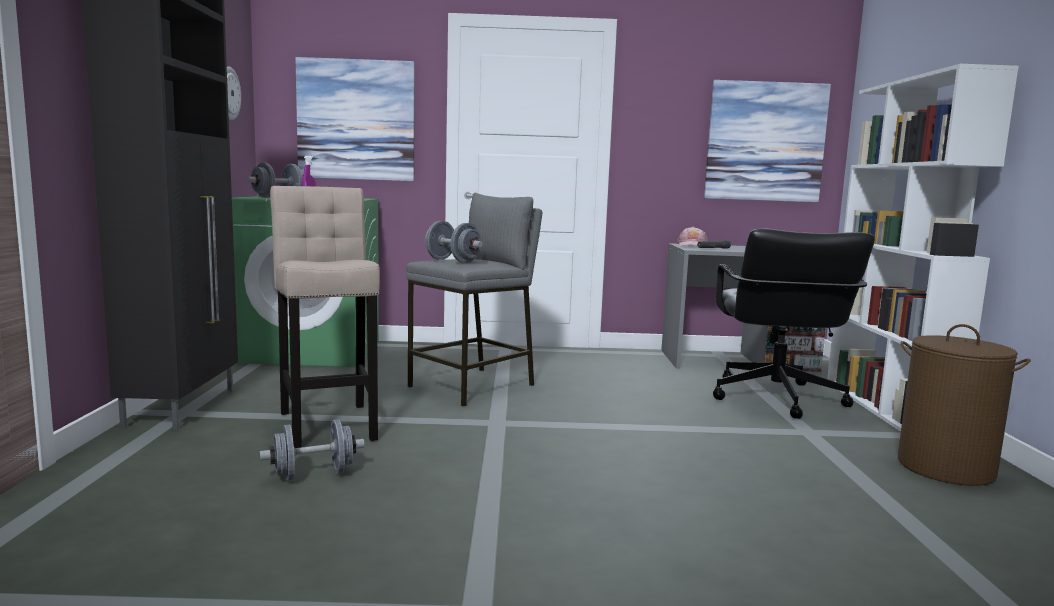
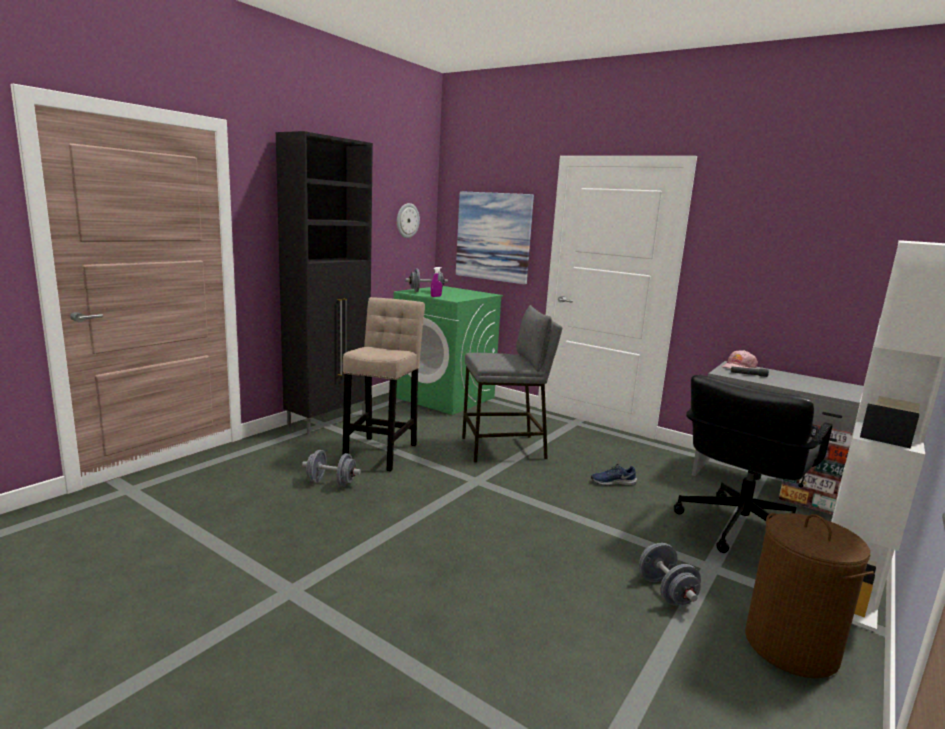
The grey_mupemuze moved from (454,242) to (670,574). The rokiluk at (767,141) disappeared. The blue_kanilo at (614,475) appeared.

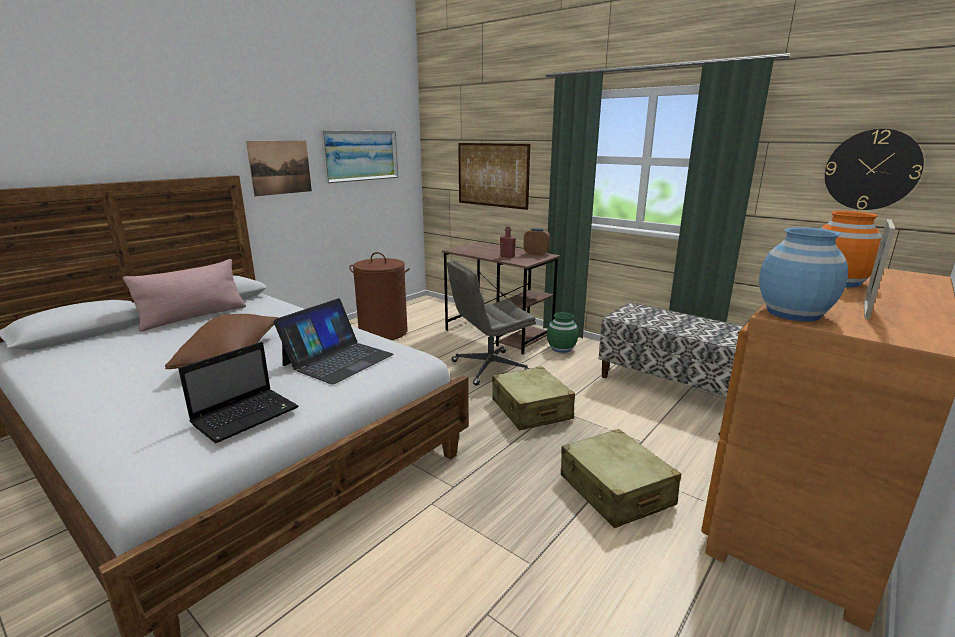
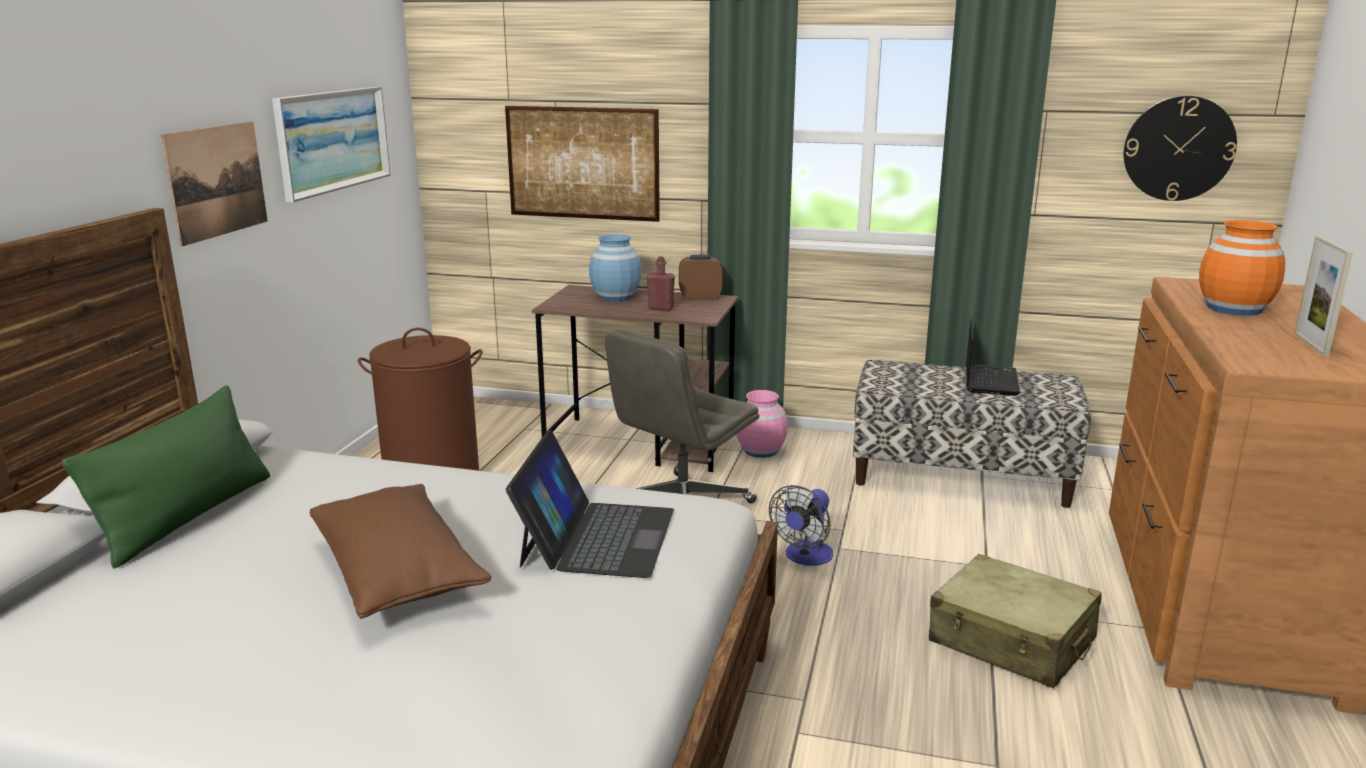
The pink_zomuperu at (184,295) became the green_zomuperu at (166,477). The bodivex moved from (238,392) to (993,357). The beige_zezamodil at (533,398) was replaced by the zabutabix at (801,525). The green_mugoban at (562,332) became the pink_mugoban at (762,424). The blue_mugoban moved from (803,274) to (615,267).

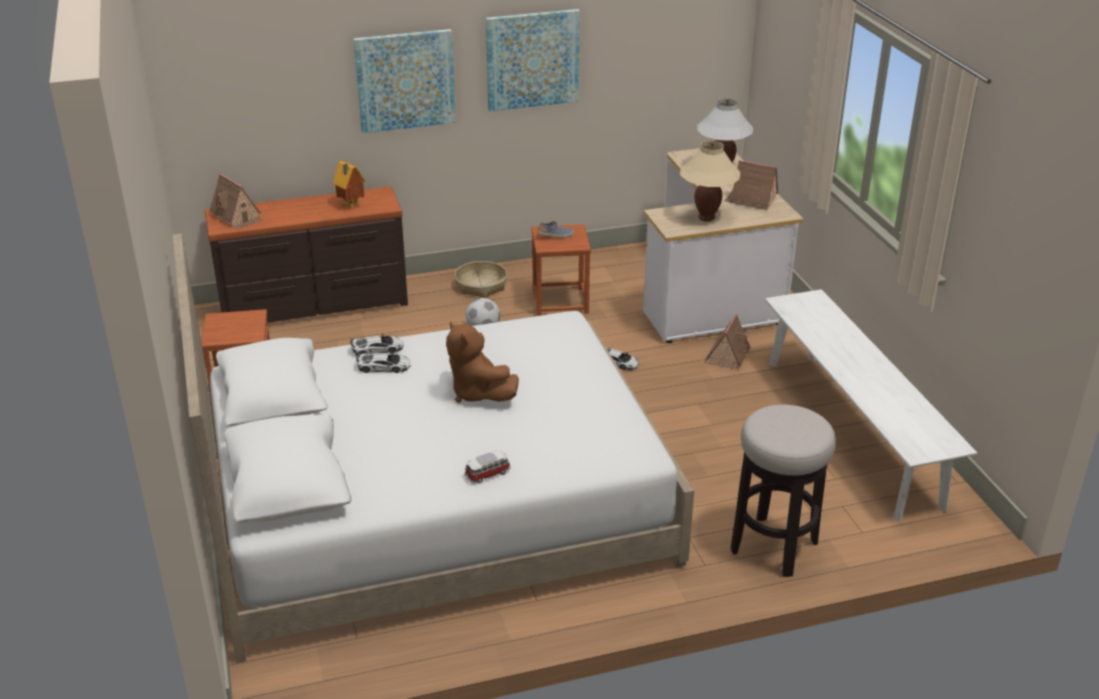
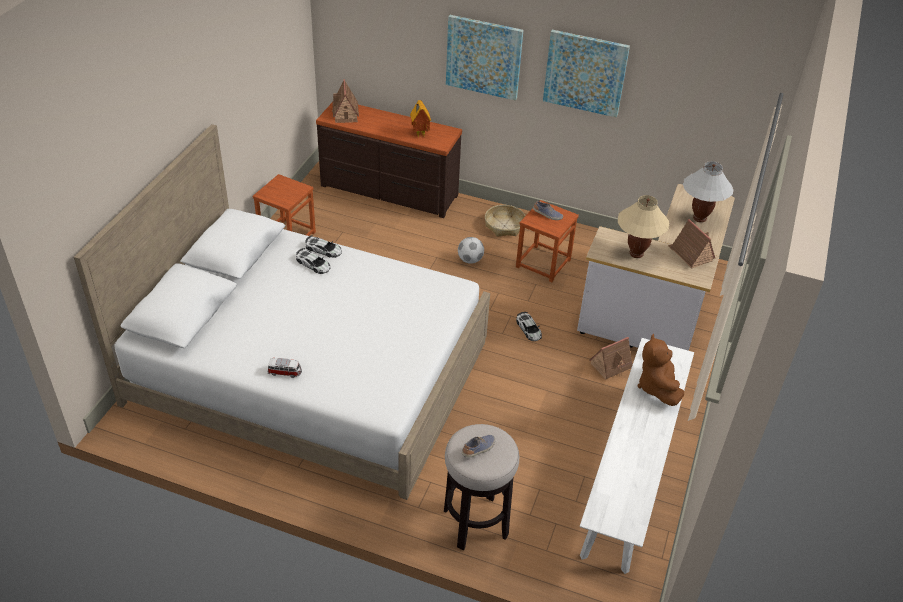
The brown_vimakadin moved from (482,362) to (661,370). The kanilo at (478,446) appeared.

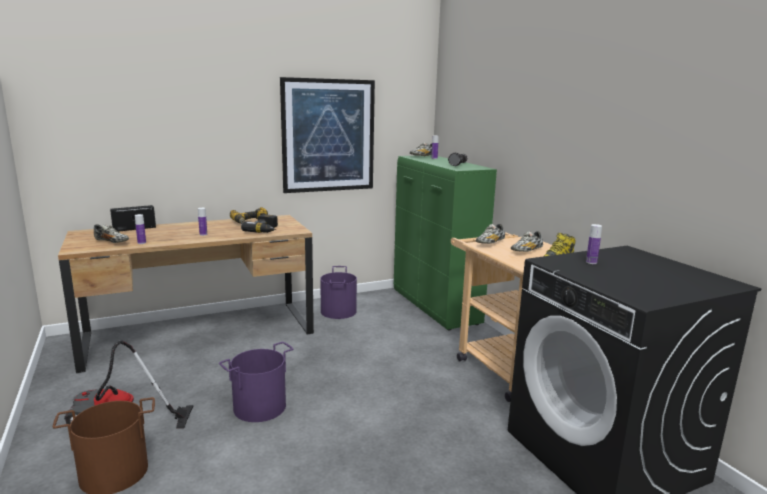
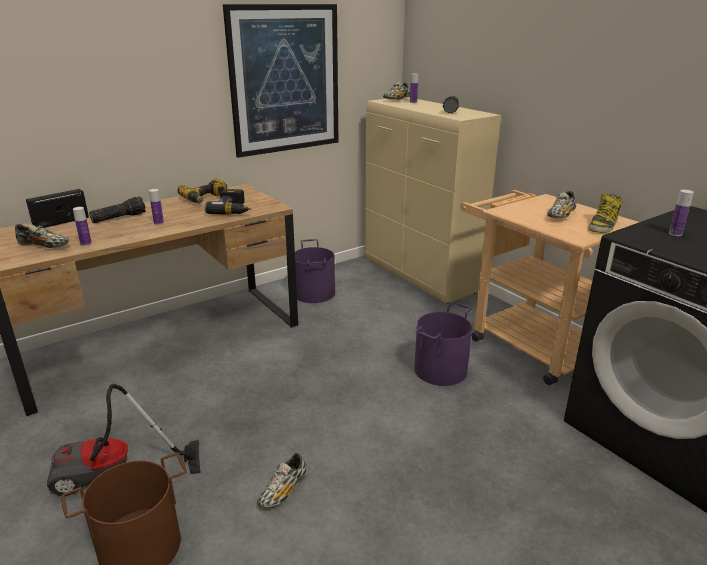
The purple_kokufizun moved from (256,382) to (443,344). The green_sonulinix at (445,242) became the beige_sonulinix at (433,200). The kanilo moved from (490,234) to (282,480). The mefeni at (117,210) appeared.

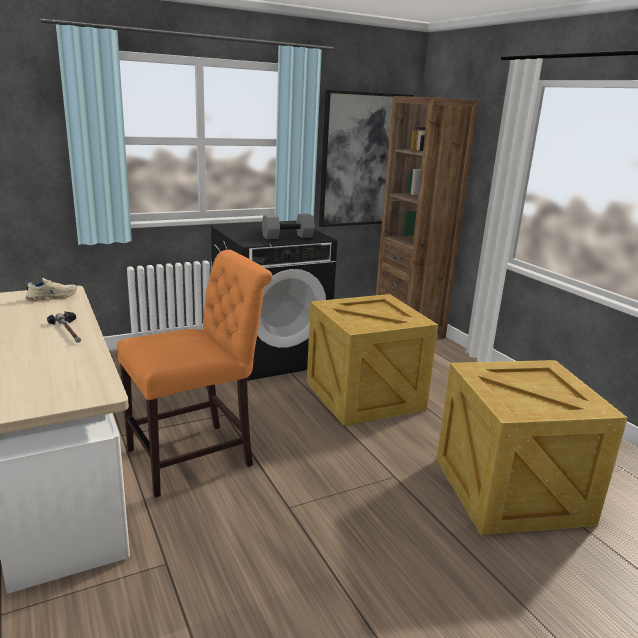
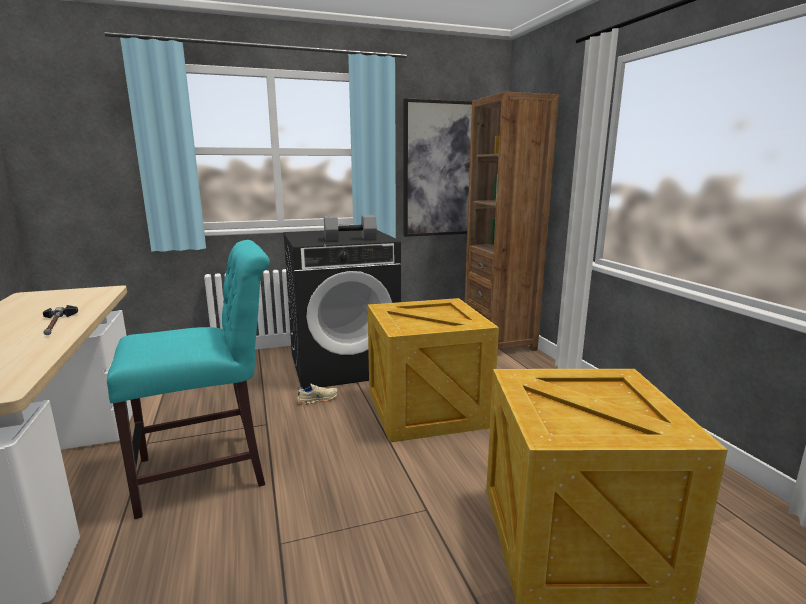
The beige_kanilo moved from (51,289) to (317,394). The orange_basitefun at (194,374) became the turquoise_basitefun at (188,379).

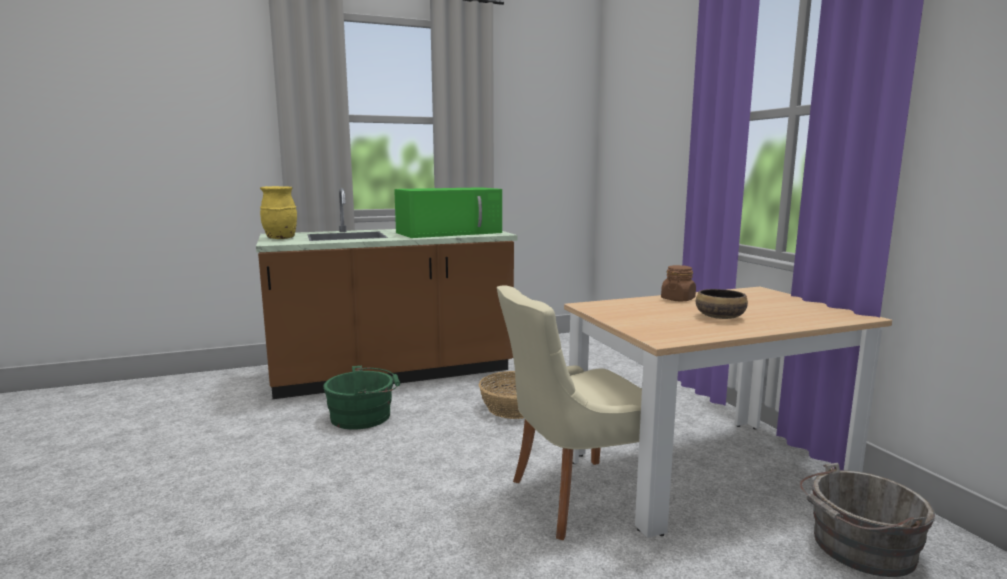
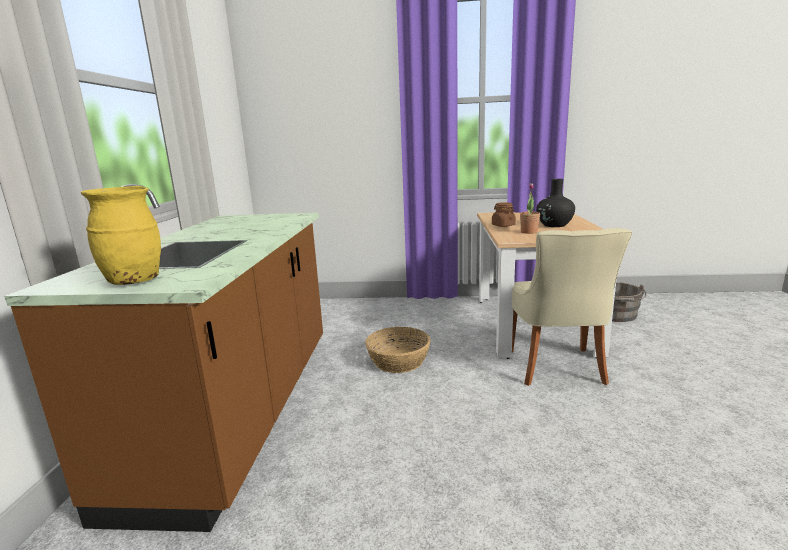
The green_kokufizun at (361,398) disappeared. The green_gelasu at (448,212) disappeared. The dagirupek at (722,304) was replaced by the black_mugoban at (555,203). The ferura at (530,208) appeared.

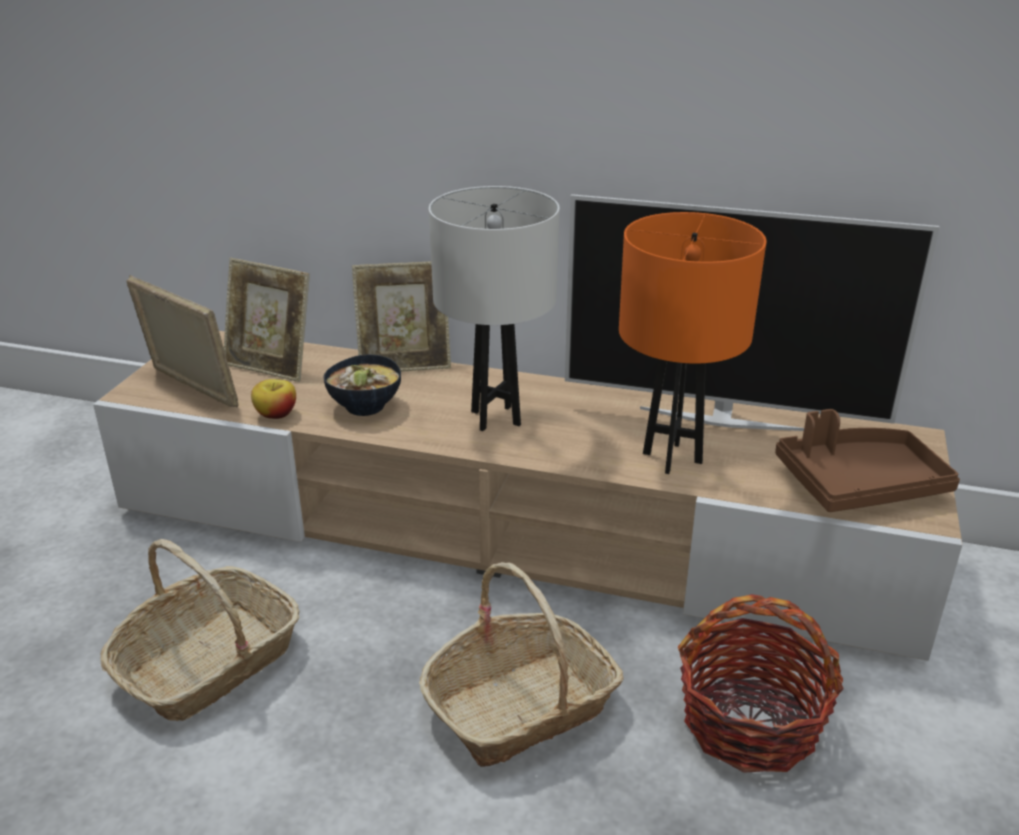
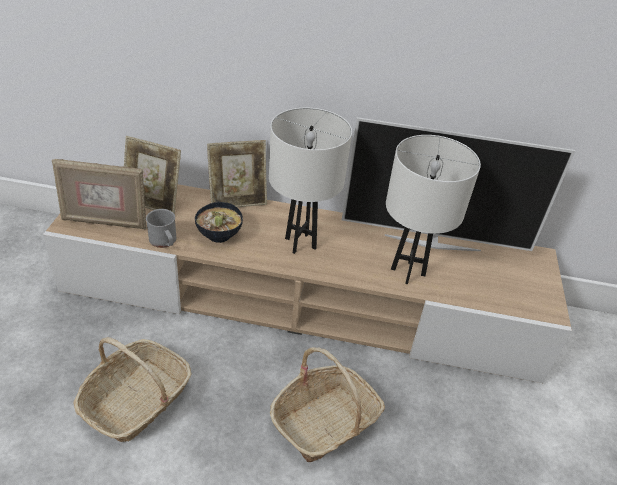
The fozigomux at (182,341) turned 150 degrees clockwise. The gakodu at (273,399) was replaced by the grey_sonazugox at (161,228). The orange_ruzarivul at (692,343) became the white_ruzarivul at (433,209). The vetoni at (761,683) disappeared. The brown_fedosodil at (867,460) disappeared.

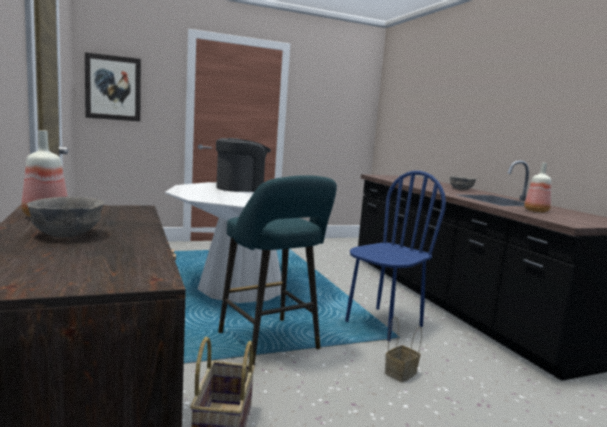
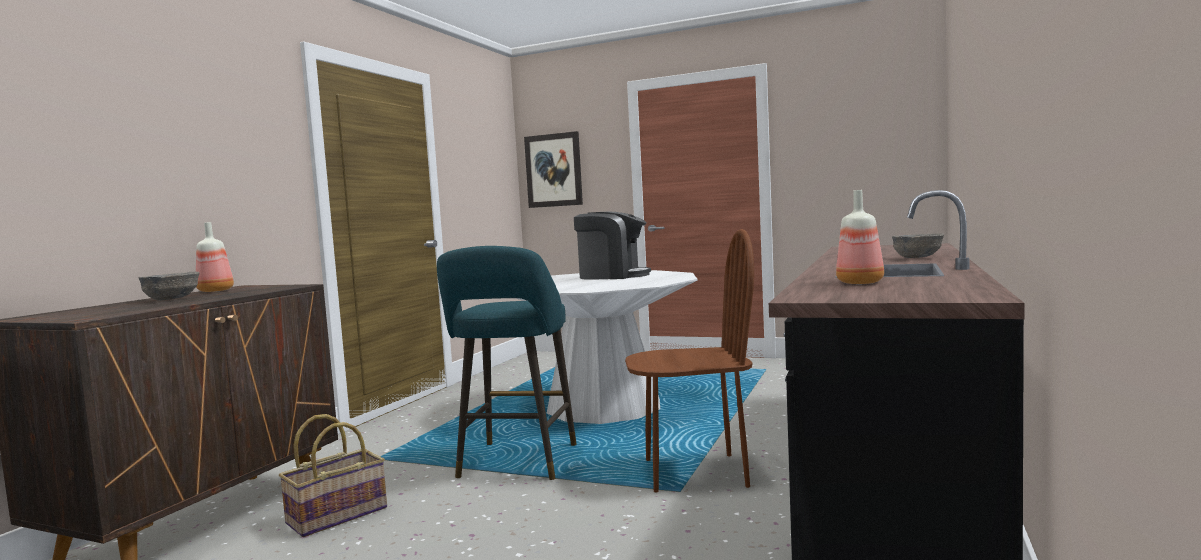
The blue_basitefun at (395,256) became the brown_basitefun at (689,361). The vetoni at (403,349) disappeared.

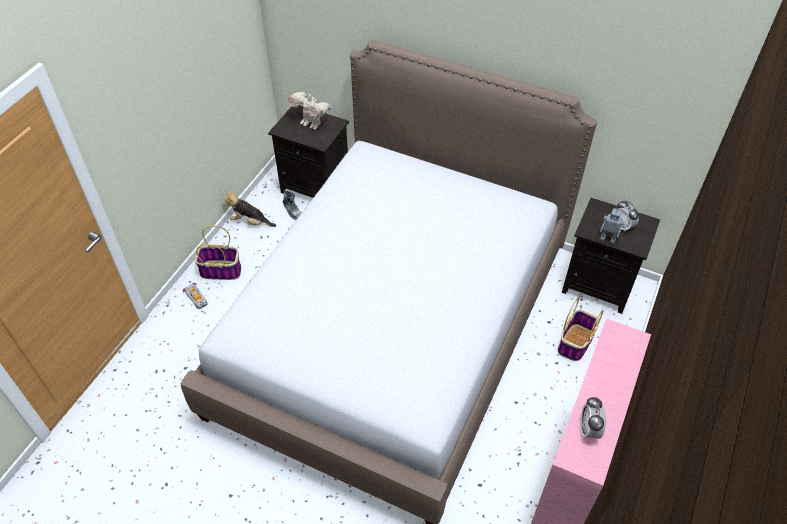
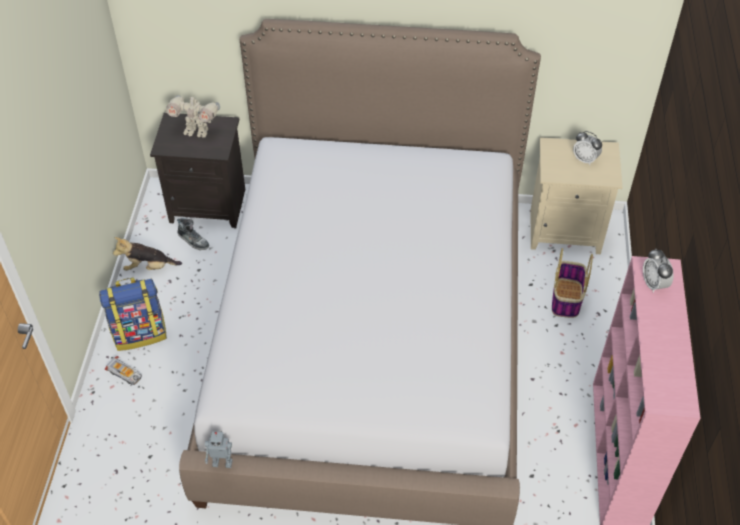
The vetoni at (218,252) was replaced by the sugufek at (133,314). The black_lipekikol at (611,256) became the beige_lipekikol at (576,195). The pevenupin moved from (593,418) to (658,271). The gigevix moved from (612,226) to (219,449).

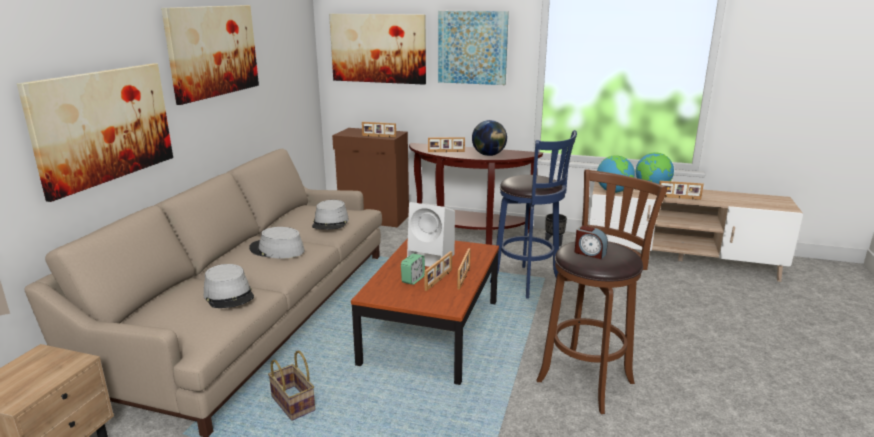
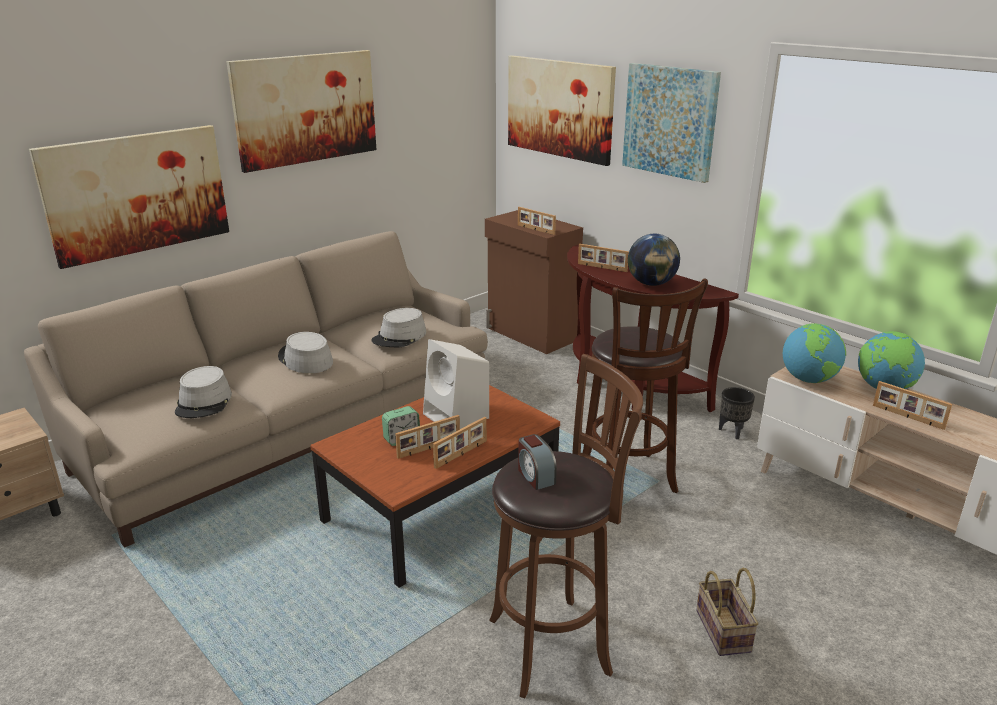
The vetoni moved from (291,385) to (727,612). The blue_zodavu at (533,214) became the brown_zodavu at (645,386).

